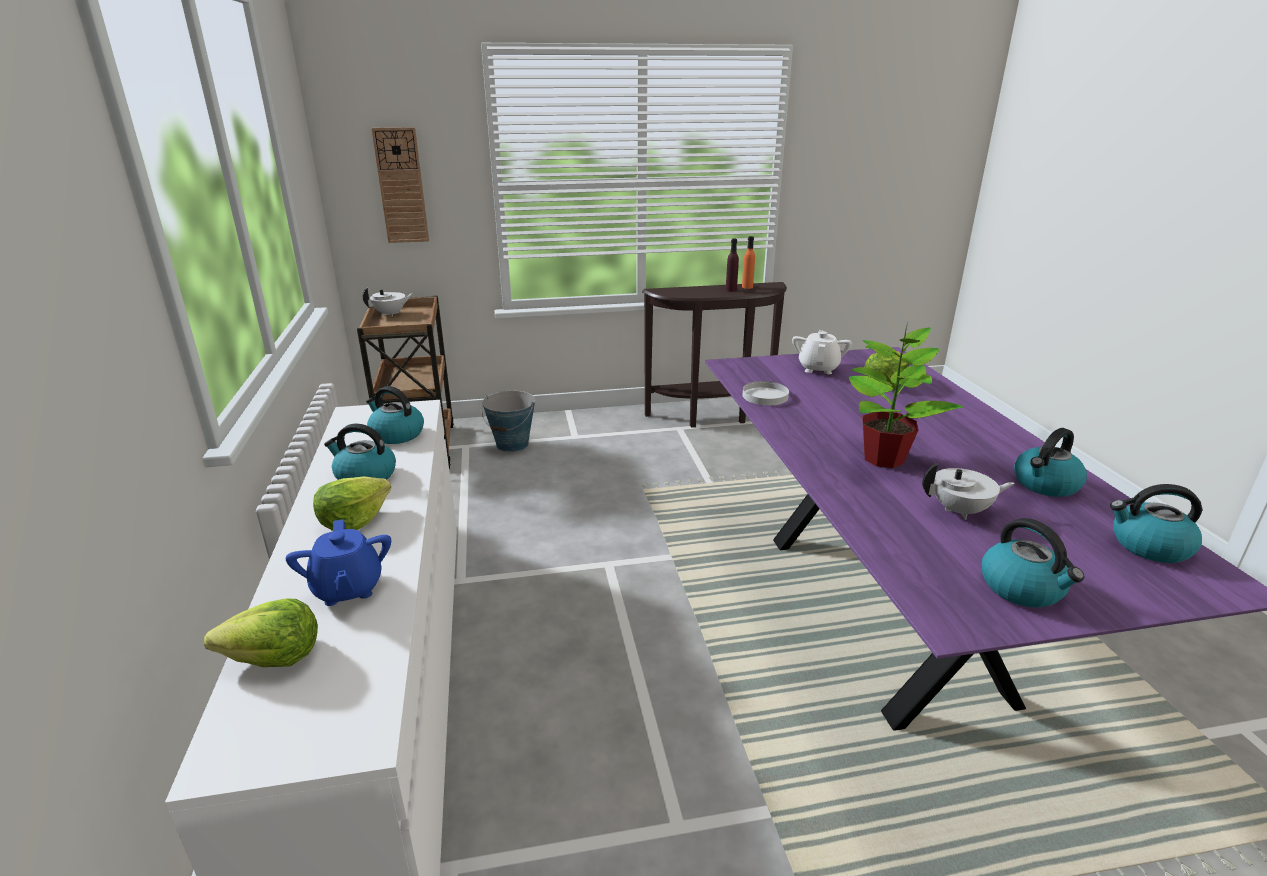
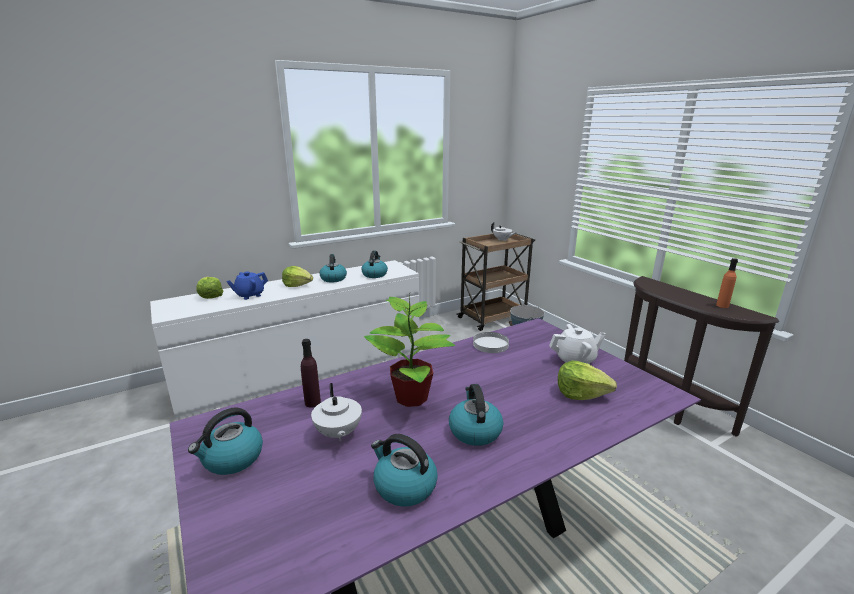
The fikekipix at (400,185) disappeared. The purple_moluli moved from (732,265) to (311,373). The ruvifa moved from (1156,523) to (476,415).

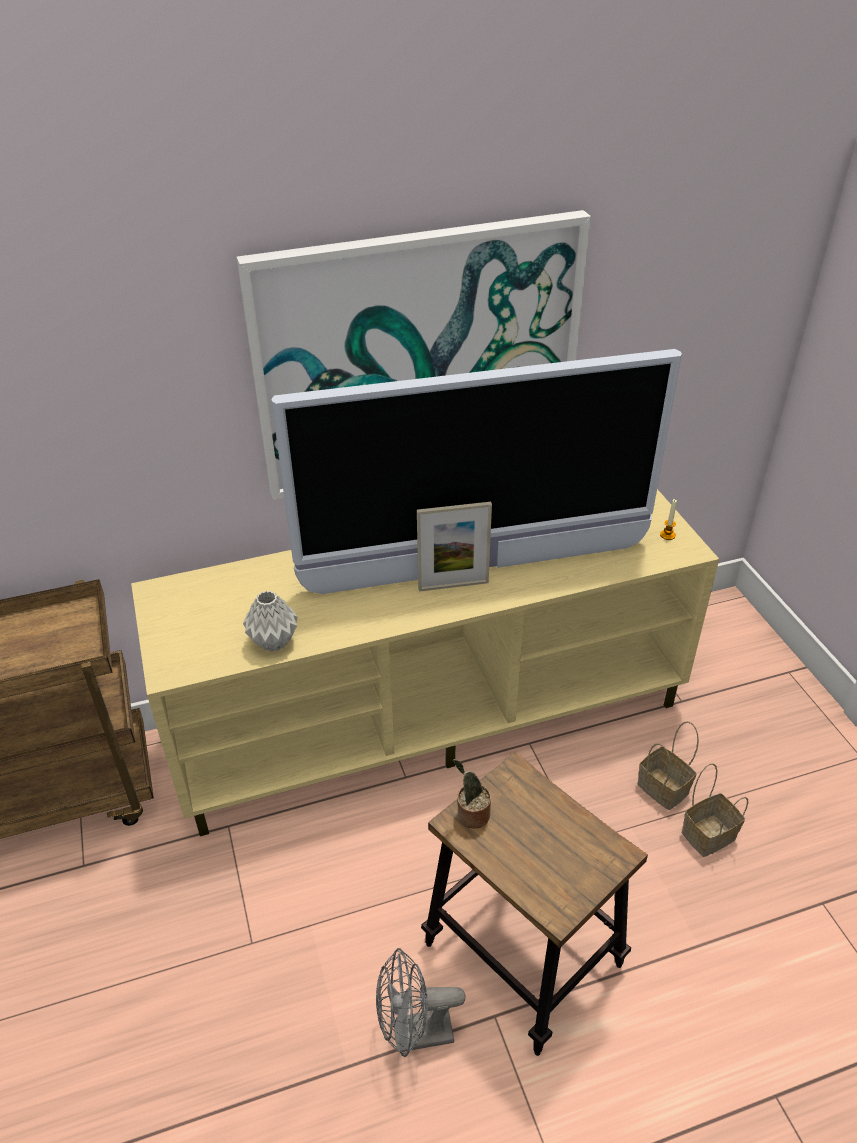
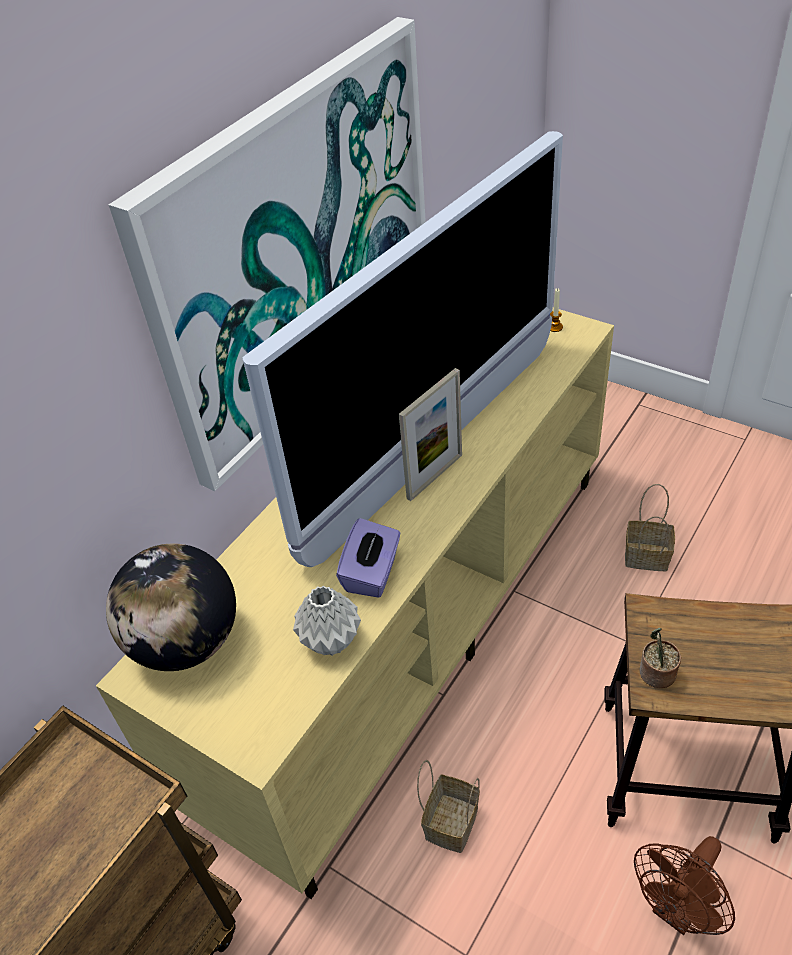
The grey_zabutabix at (421,1002) became the brown_zabutabix at (684,885). The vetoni moved from (715,810) to (448,806). The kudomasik at (171,607) appeared. The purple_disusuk at (368,558) appeared.

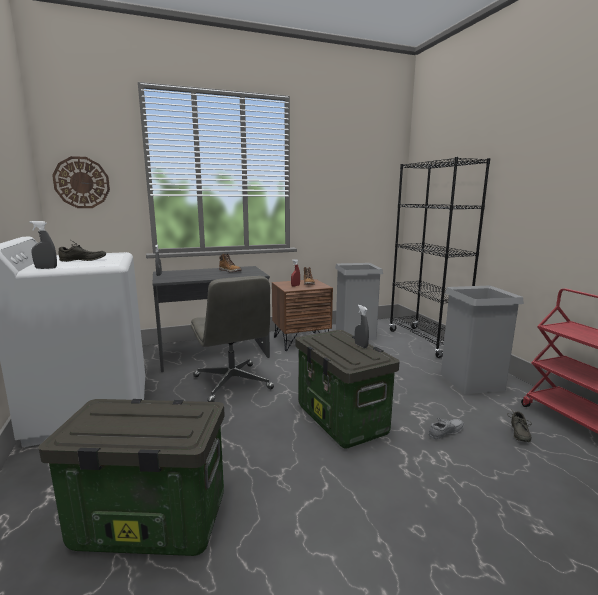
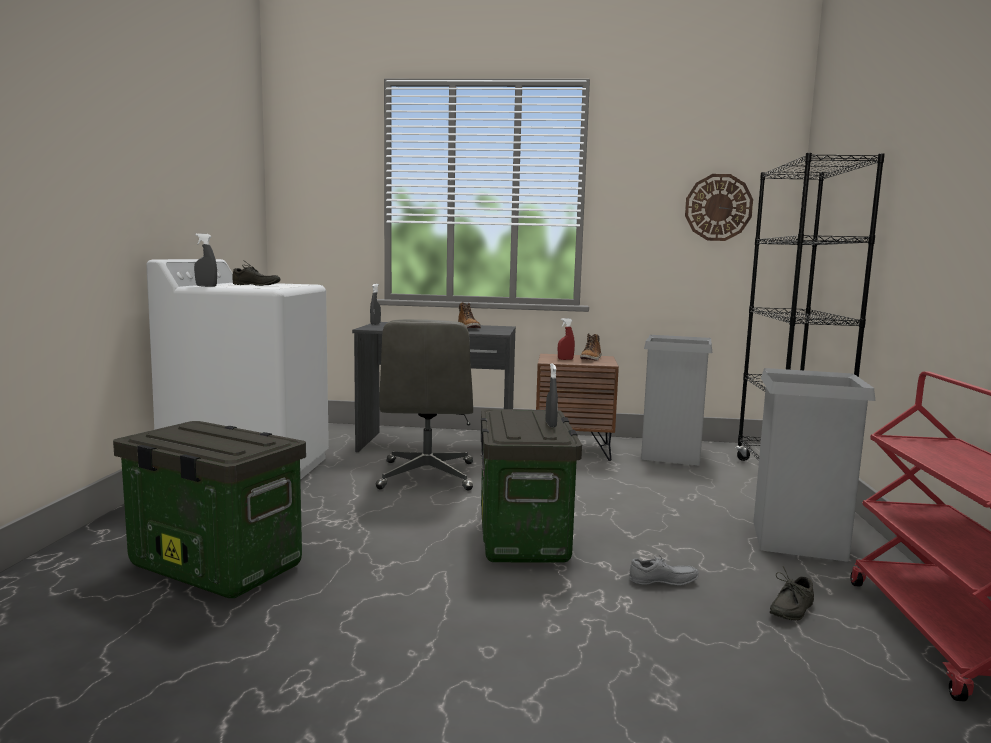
The fikekipix moved from (81,182) to (719,207).

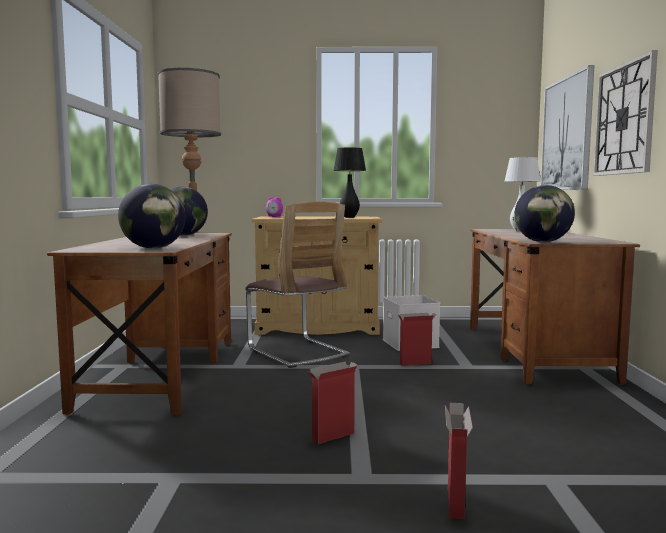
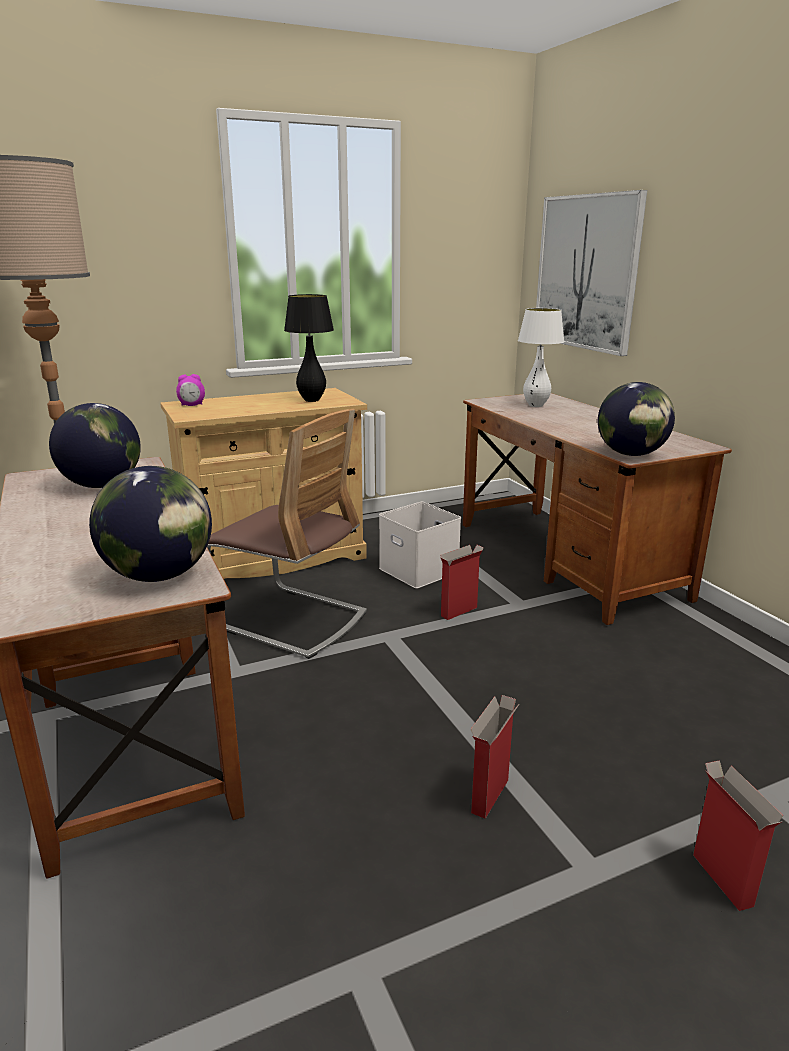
The fikekipix at (625,113) disappeared.

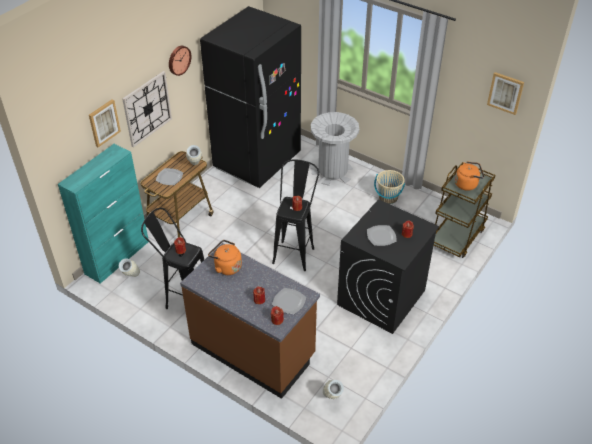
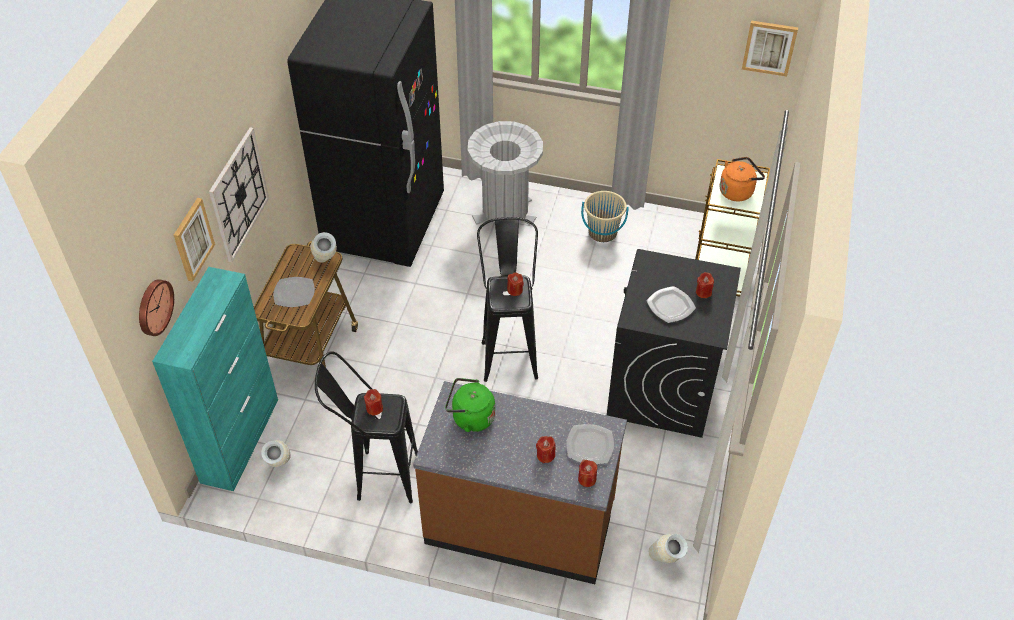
The fikekipix moved from (180,61) to (156,307). The orange_ruvifa at (225,257) became the green_ruvifa at (470,405).

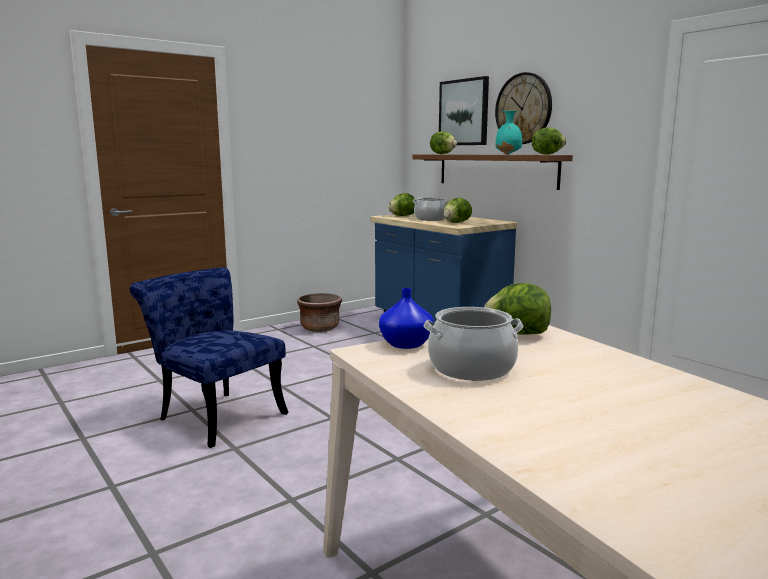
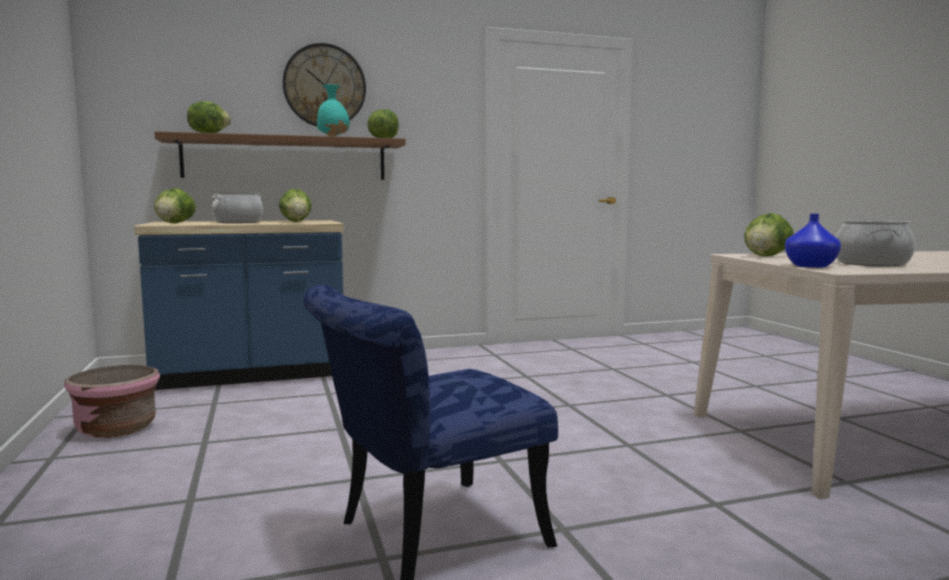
The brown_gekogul at (319,312) became the pink_gekogul at (112,401). The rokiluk at (464,110) disappeared.

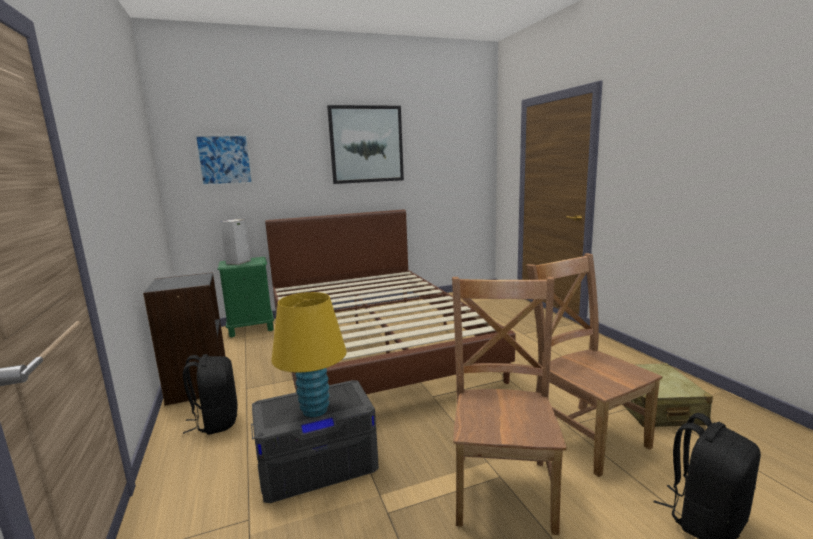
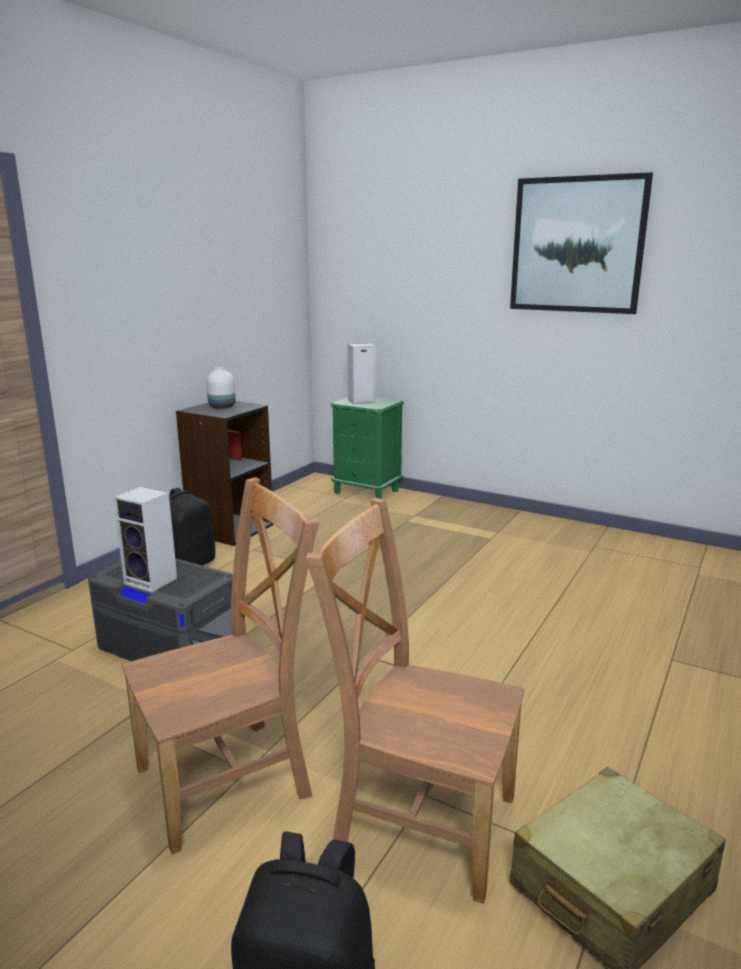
The rokiluk at (223,160) disappeared. The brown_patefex at (390,302) disappeared. The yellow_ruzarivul at (309,354) was replaced by the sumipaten at (145,539). The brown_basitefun at (594,365) turned 90 degrees counterclockwise. The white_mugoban at (221,388) appeared.

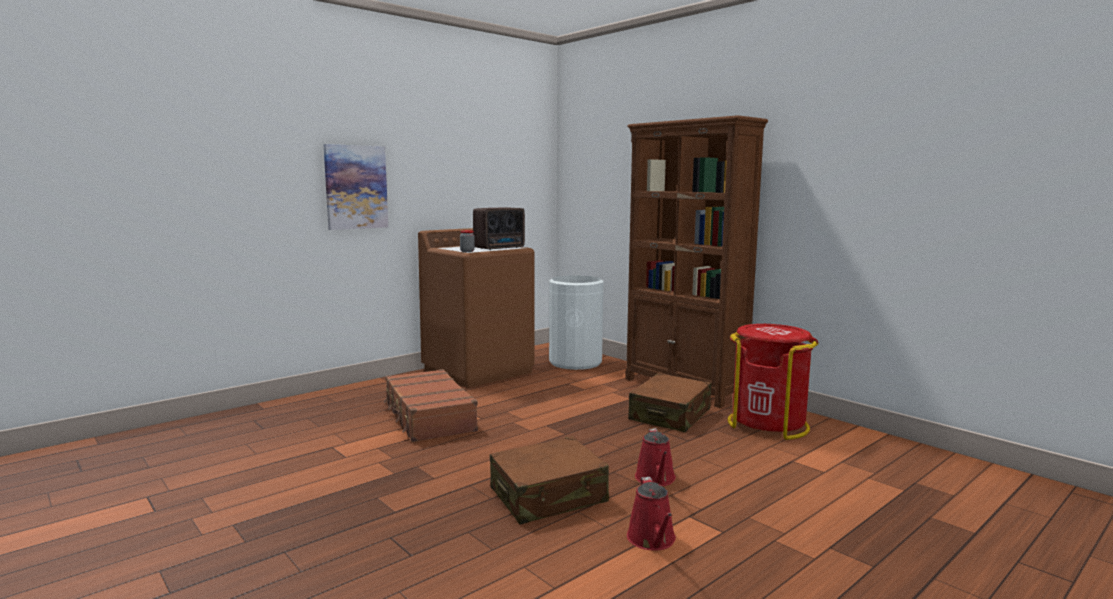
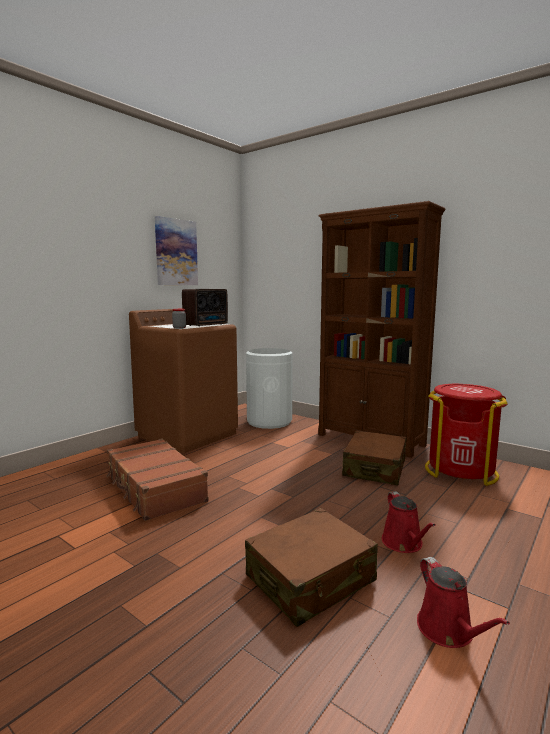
The rokiluk moved from (356,187) to (176,250).

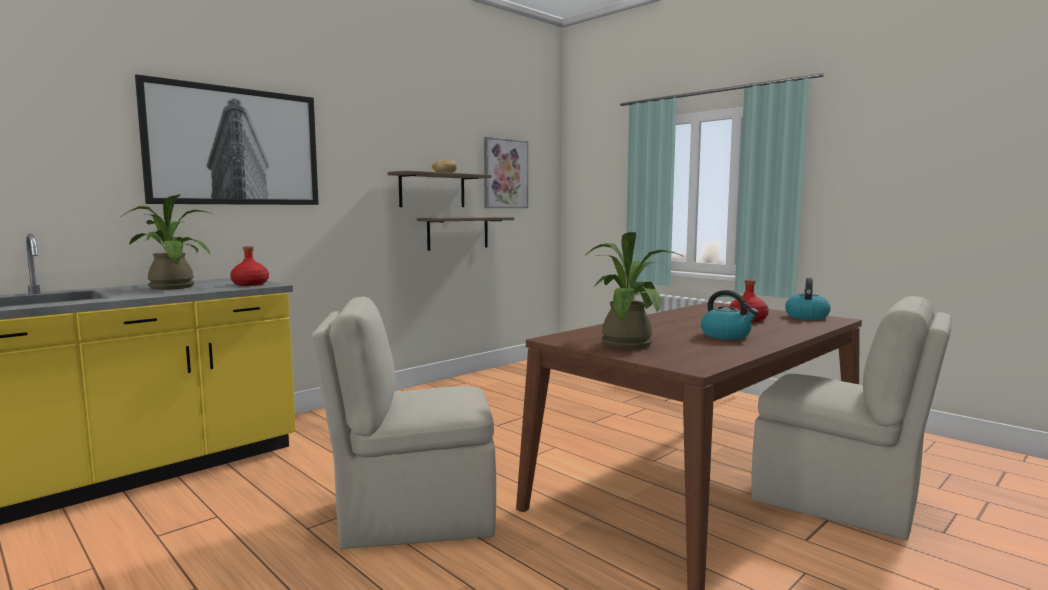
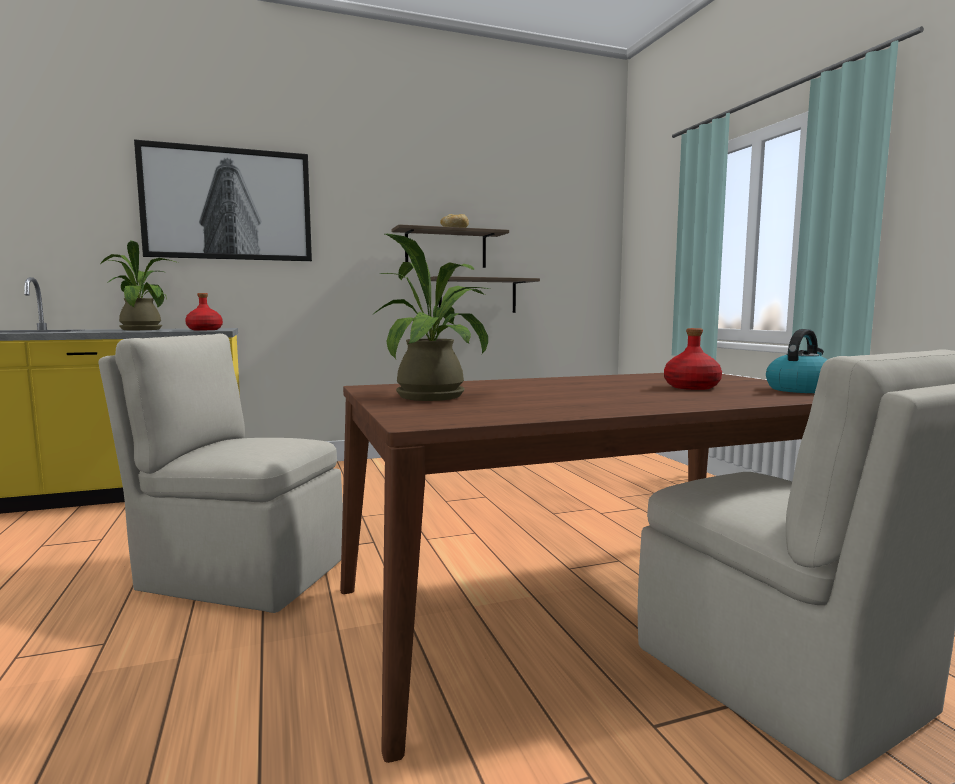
The rokiluk at (506,172) disappeared. The ruvifa at (729,315) disappeared.

